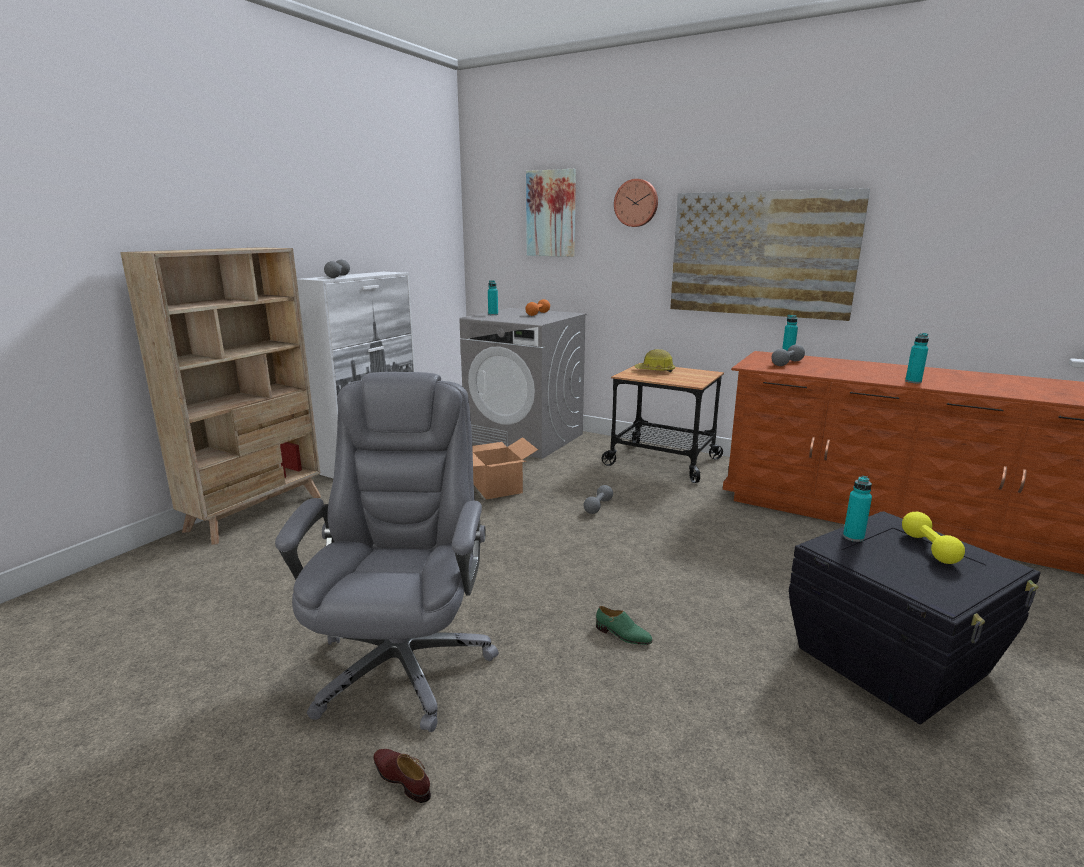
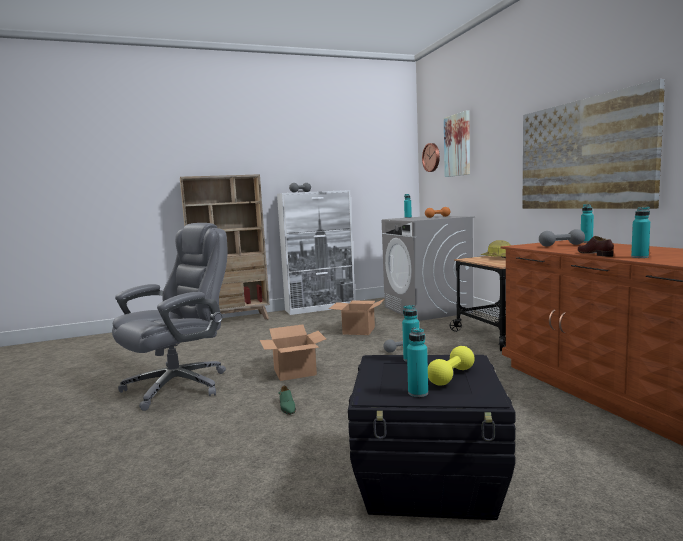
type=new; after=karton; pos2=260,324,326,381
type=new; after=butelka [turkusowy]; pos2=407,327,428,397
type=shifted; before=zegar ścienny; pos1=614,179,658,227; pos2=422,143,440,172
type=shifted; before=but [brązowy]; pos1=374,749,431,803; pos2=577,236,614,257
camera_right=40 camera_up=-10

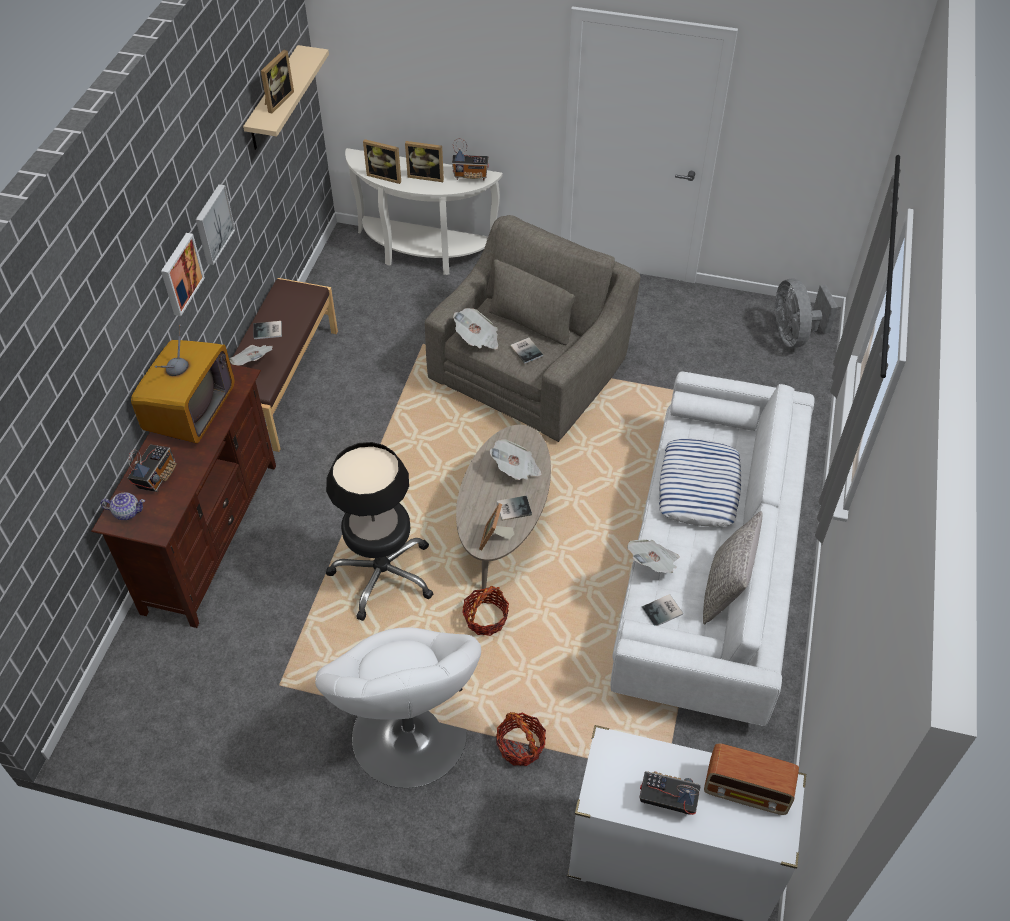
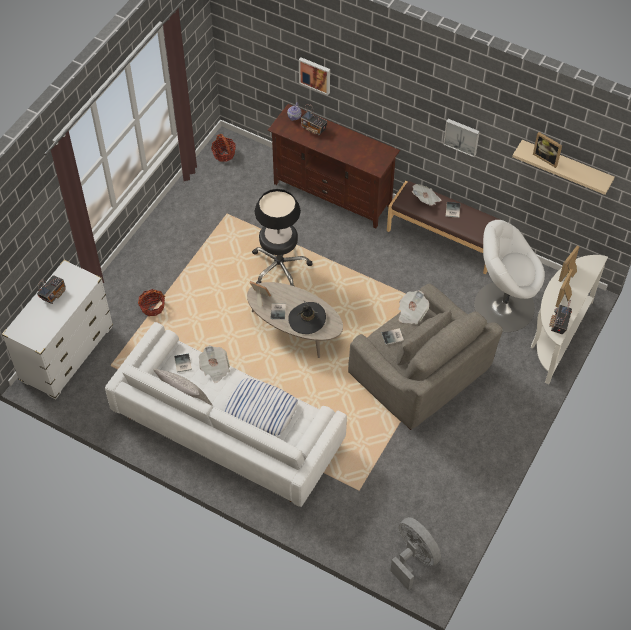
type=shifted; before=koszyk; pos1=462,586,509,636; pos2=211,134,236,162
type=swapped; before=gazeta; after=kapelusz [czarny]; pos1=489,439,542,480; pos2=288,301,326,334
type=shifted; before=obraz; pos1=161,233,205,316; pos2=299,58,330,95
type=rotated; before=wentylator [szary]; pos1=774,279,838,348; pos2=390,517,441,591; turn=45
type=shifted; before=fotel [biały]; pos1=315,627,481,788; pos2=474,220,545,332
type=gone; before=telewizor; pos1=131,325,235,443
type=gone; before=radio; pos1=704,743,799,815
camera_right=105 camera_up=5

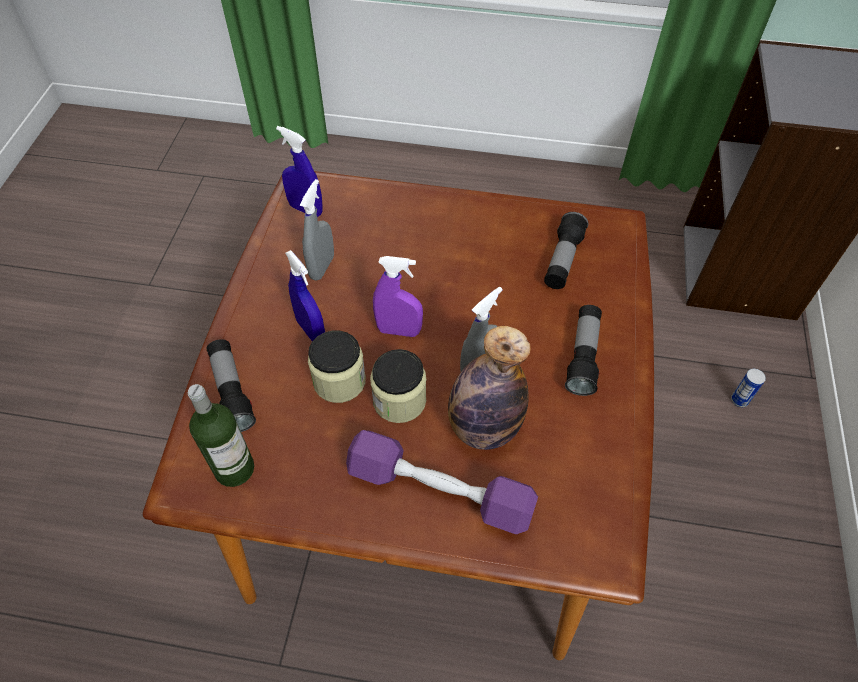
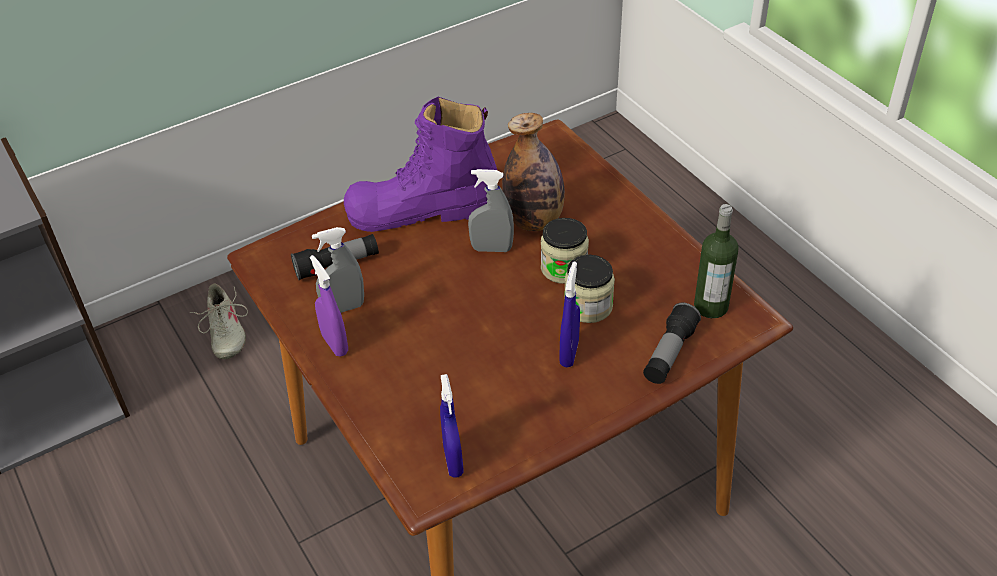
type=swapped; before=puszka; after=but [beżowy]; pos1=731,369,766,407; pos2=189,284,248,359
type=shifted; before=spryskiwacz [fioletowy]; pos1=373,256,423,337; pos2=310,255,348,357
type=shifted; before=spryskiwacz [szary]; pos1=300,179,334,280; pos2=312,227,364,313
type=swapped; before=latarka; after=but z cholewką [fioletowy]; pos1=565,305,602,396; pos2=344,97,497,232
type=gone; before=hantel [fioletowy]; pos1=346,430,538,534
camera_right=-130 camera_up=-10

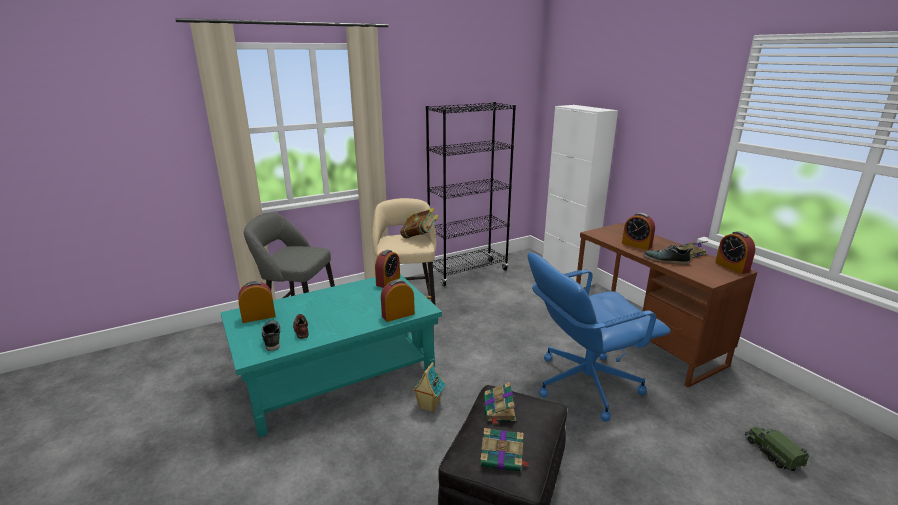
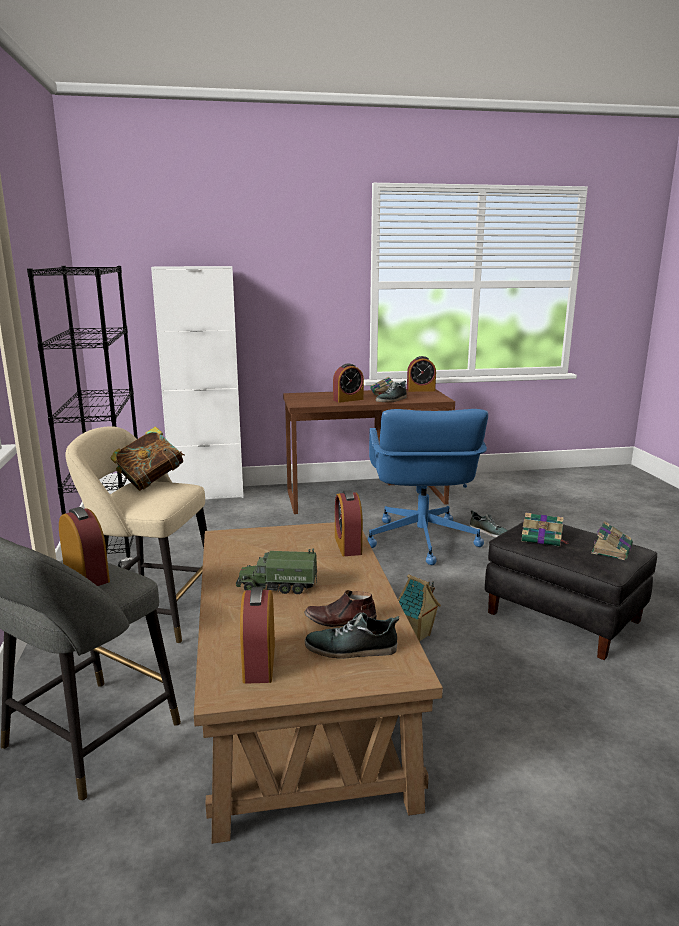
type=shifted; before=budzik; pos1=375,250,400,288; pos2=59,507,110,586
type=repainted; before=ława [turkusowy]; after=ława [brązowy]; pos1=220,274,442,438; pos2=194,522,443,844
type=shifted; before=ciężarówka zabawkowa; pos1=745,427,809,473; pos2=236,549,317,594
type=new; after=but; pos2=470,510,508,538
camera_right=-70 camera_up=-5

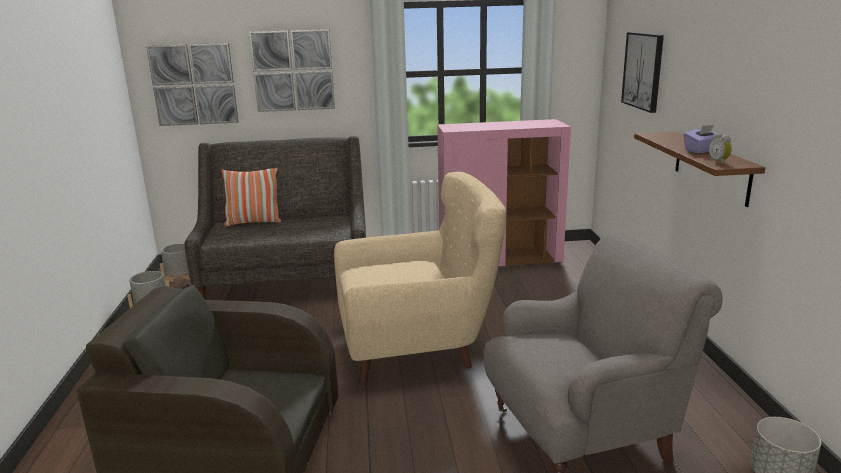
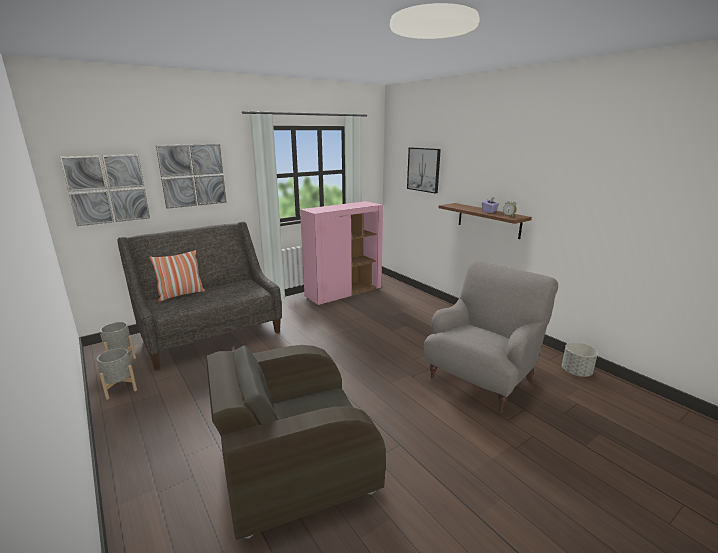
type=gone; before=fotel [beżowy]; pos1=334,172,506,383
camera_right=-30 camera_up=0

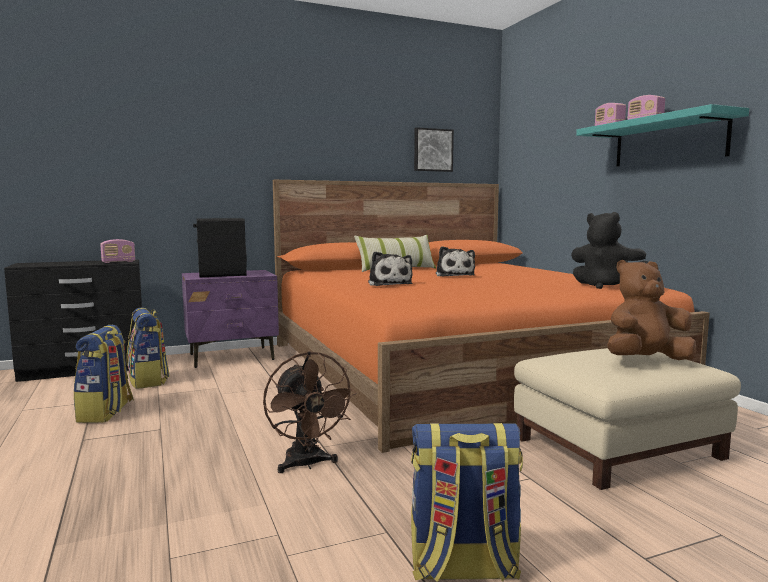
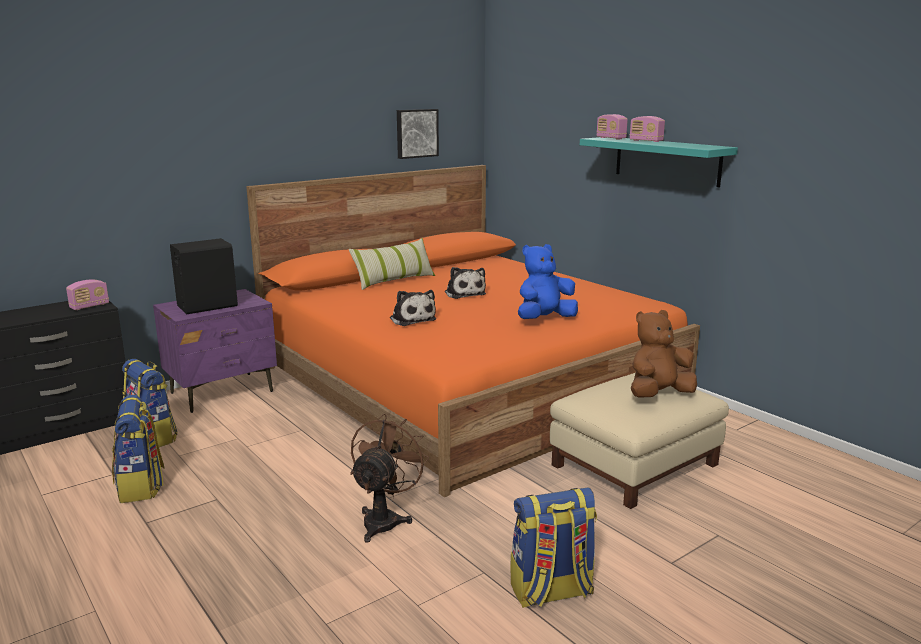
type=rotated; before=wentylator [brązowy]; pos1=263,351,357,473; pos2=350,414,429,543; turn=-120
type=new; after=pluszak [niebieski]; pos2=518,244,578,319
type=gone; before=pluszak [czarny]; pos1=571,212,648,289
camera_right=-15 camera_up=10

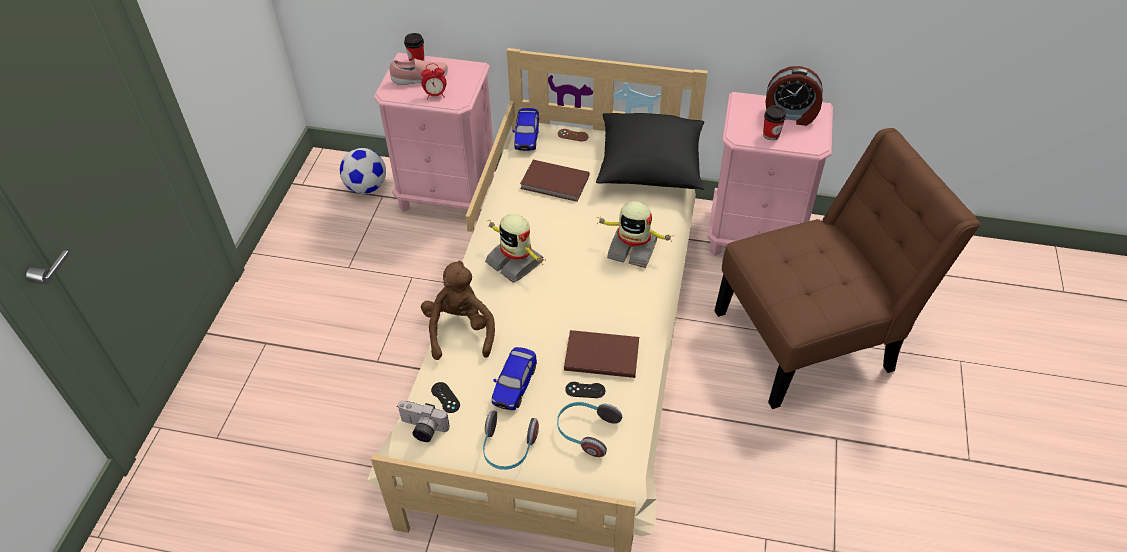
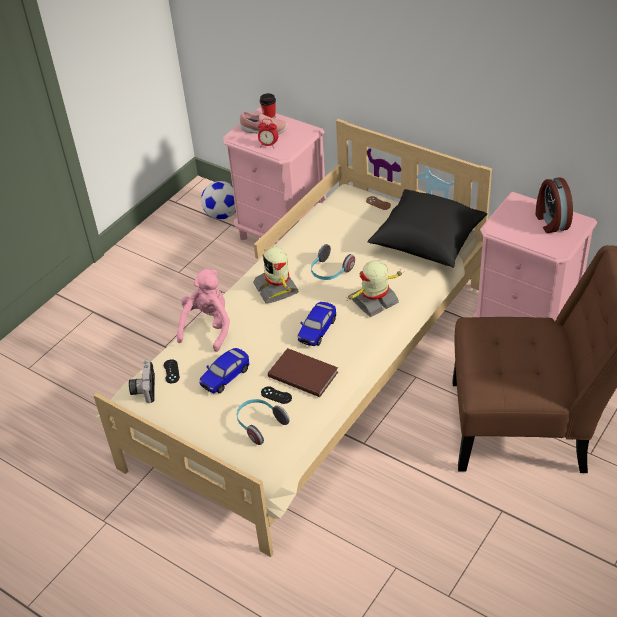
type=rotated; before=aparat fotograficzny; pos1=398,401,449,442; pos2=129,360,155,403; turn=45
type=repainted; before=pluszak [brązowy]; after=pluszak [różowy]; pos1=421,260,495,360; pos2=177,269,230,352
type=shifted; before=samochodzik; pos1=512,108,539,151; pos2=298,302,336,346
type=shifted; before=słuchawki; pos1=483,410,539,470; pos2=311,244,355,280
type=rotated; before=robot zabawkowy; pos1=596,201,674,268; pos2=345,260,403,317; turn=105
type=rotated; before=budzik; pos1=765,66,823,126; pos2=536,177,573,233; turn=45
type=gone; before=książka [brązowy]; pos1=520,160,589,202
type=gone; before=filiżanka; pos1=763,106,786,140
camera_right=25 camera_up=-5

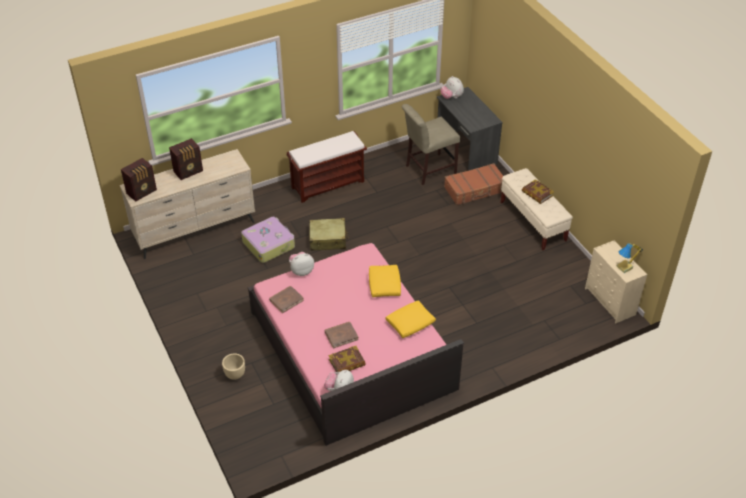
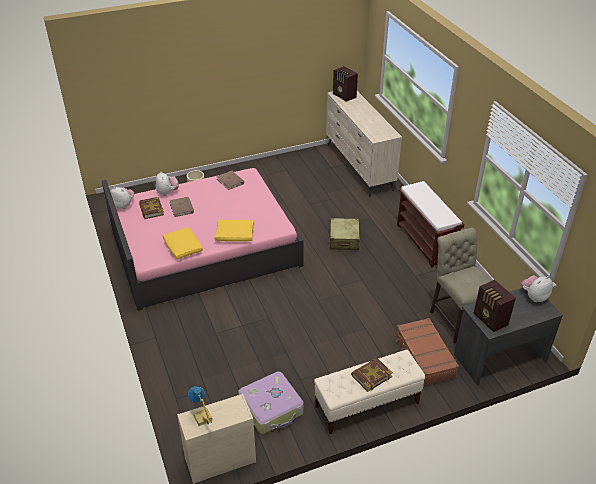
type=shifted; before=pluszak; pos1=289,252,314,276; pos2=156,171,179,196
type=shifted; before=walizka; pos1=241,217,295,263; pos2=238,371,303,434
type=shifted; before=radio; pos1=169,138,203,180; pos2=474,280,516,332
camera_right=95 camera_up=-5

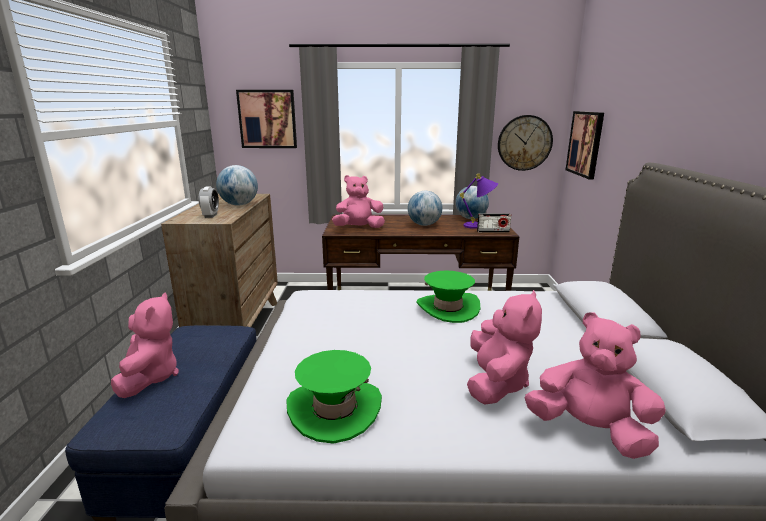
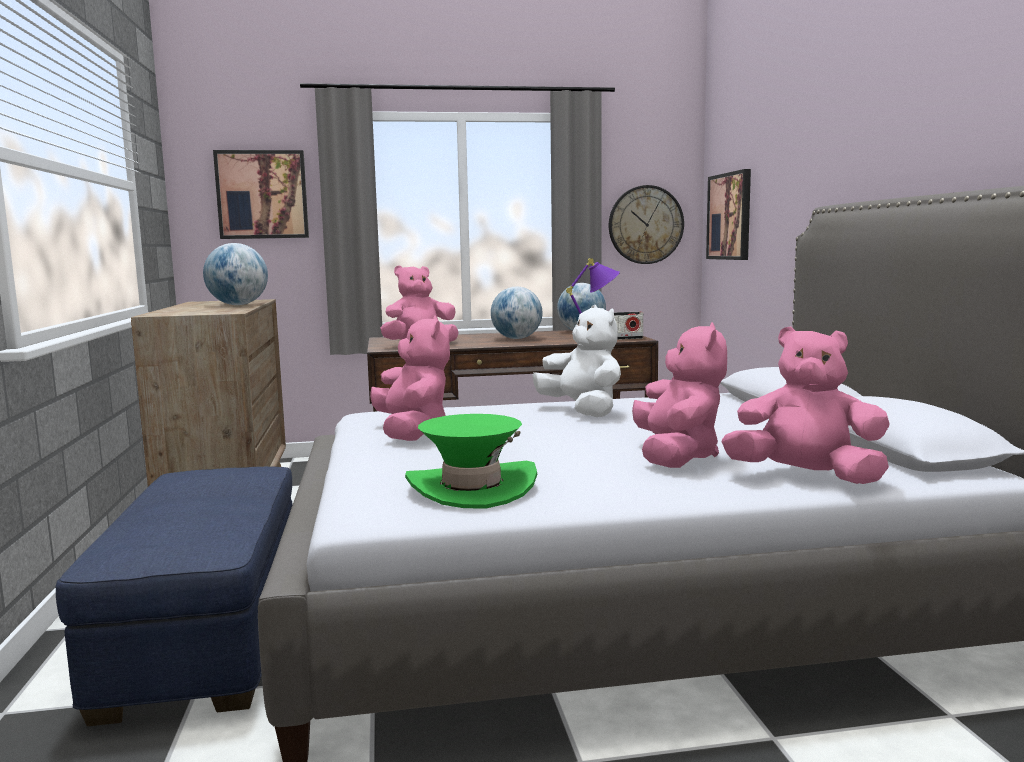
type=shifted; before=pluszak [różowy]; pos1=111,293,179,398; pos2=370,315,450,441
type=swapped; before=kapelusz [zielony]; after=pluszak [biały]; pos1=416,271,480,323; pos2=532,305,621,417
type=gone; before=budzik; pos1=199,186,219,218
camera_right=-10 camera_up=-10

